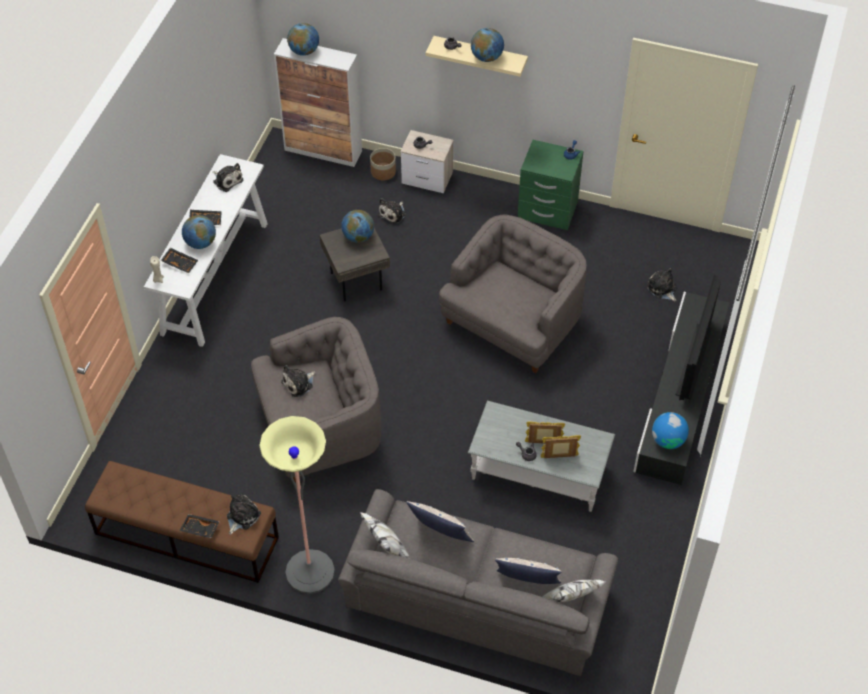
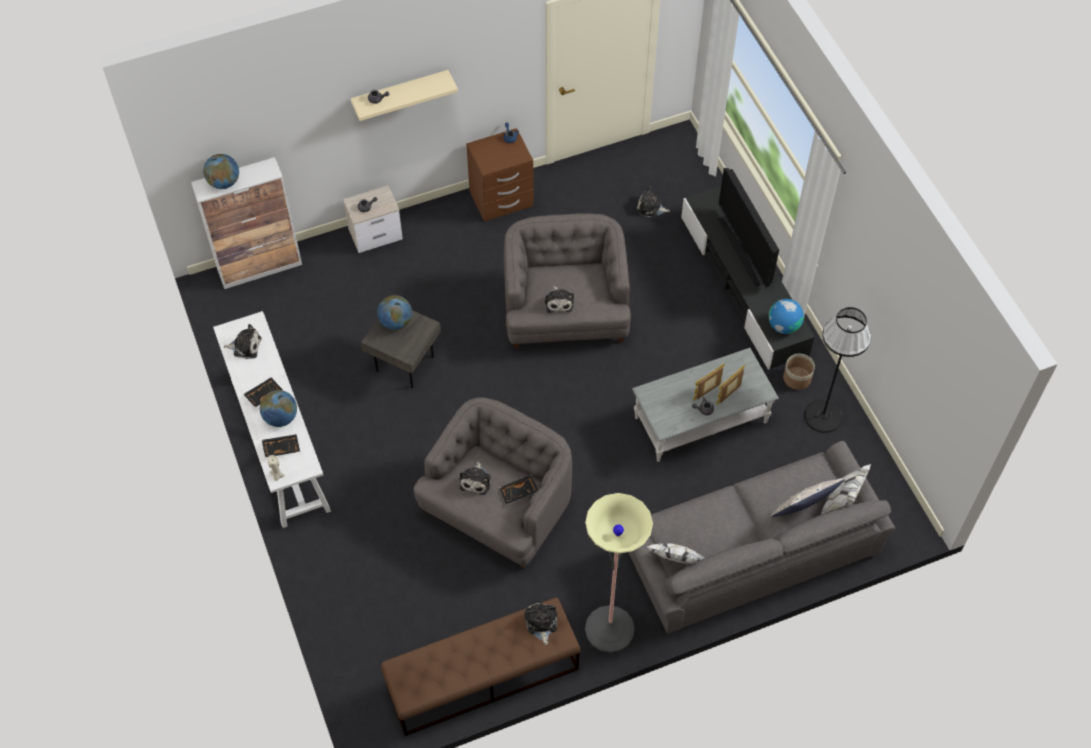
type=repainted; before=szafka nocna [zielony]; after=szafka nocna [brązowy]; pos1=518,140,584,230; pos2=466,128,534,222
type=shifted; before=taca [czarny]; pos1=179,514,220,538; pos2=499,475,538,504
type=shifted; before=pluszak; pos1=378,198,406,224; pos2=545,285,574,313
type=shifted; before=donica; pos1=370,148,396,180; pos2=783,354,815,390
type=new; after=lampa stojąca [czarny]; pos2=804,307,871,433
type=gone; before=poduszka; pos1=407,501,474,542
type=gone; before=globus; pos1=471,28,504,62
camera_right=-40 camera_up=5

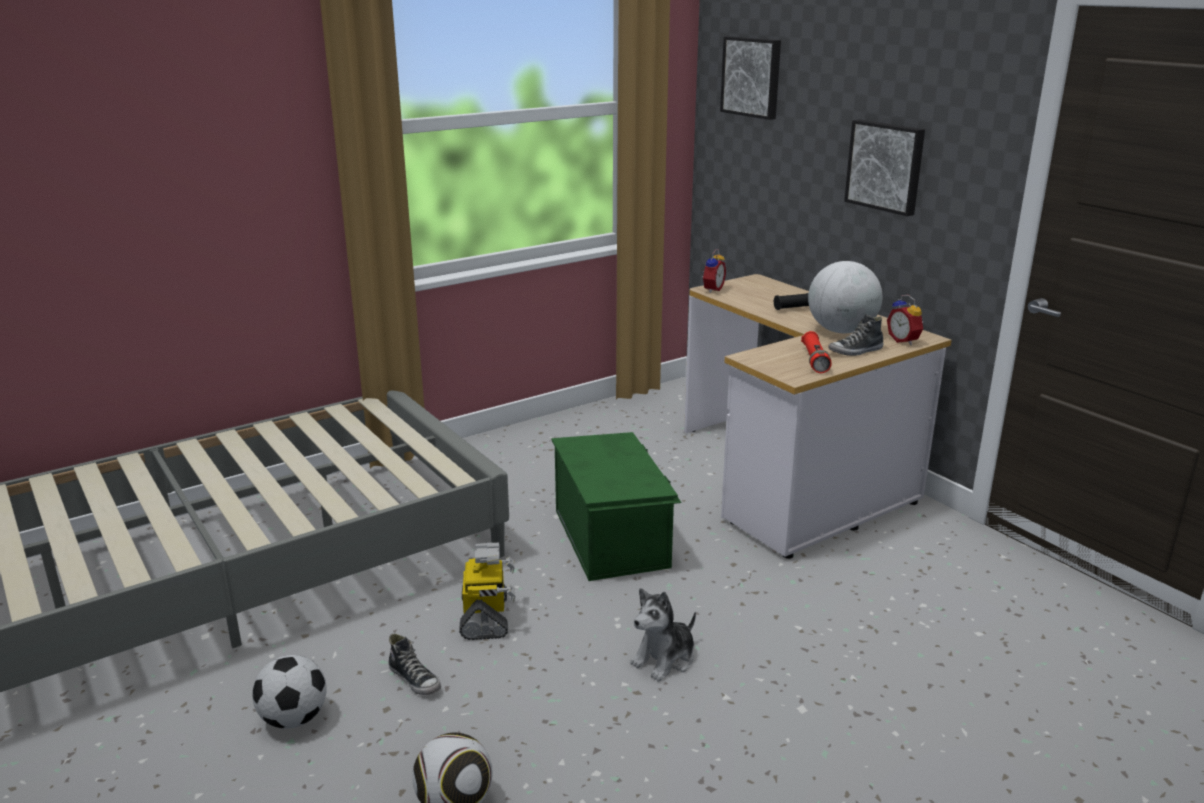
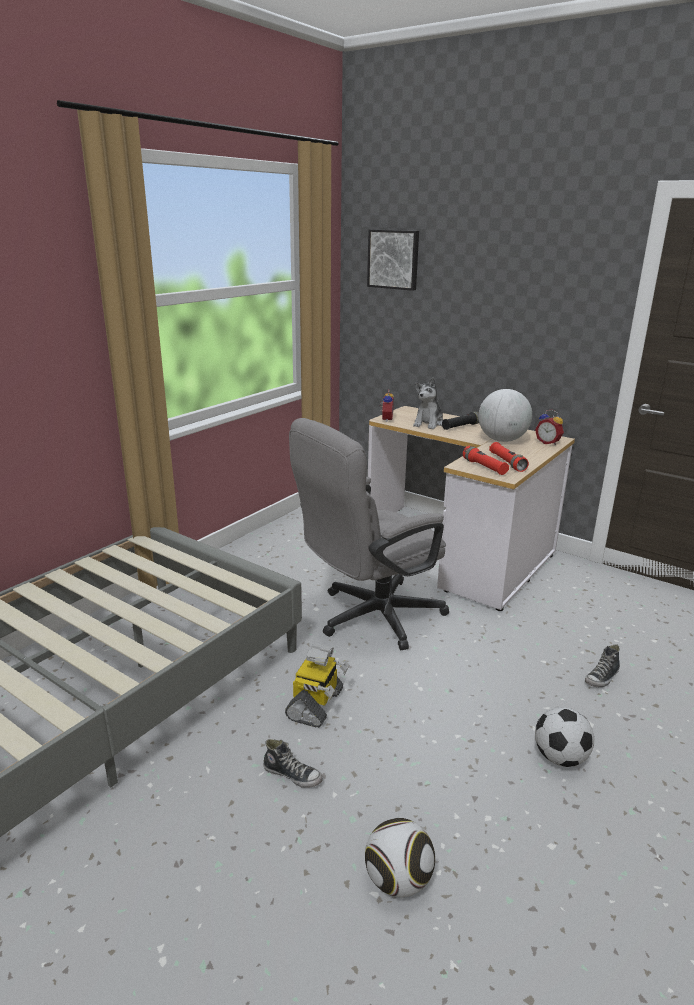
type=rotated; before=robot zabawkowy; pos1=459,543,516,640; pos2=285,643,349,728; turn=45
type=swapped; before=pojemnik do przechowywania [zielony]; after=krzesło biurowe [szary]; pos1=552,432,682,581; pos2=289,418,449,650
type=shifted; before=pluszak; pos1=630,588,696,682; pos2=413,378,443,429
type=new; after=latarka [czerwony]; pos2=463,446,509,475
type=shifted; before=piłka futbolowa; pos1=252,655,327,729; pos2=535,707,594,767
type=shifted; before=but; pos1=829,314,884,356; pos2=585,644,620,687
type=gone; before=obraz; pos1=844,120,925,216
camera_right=-20 camera_up=0

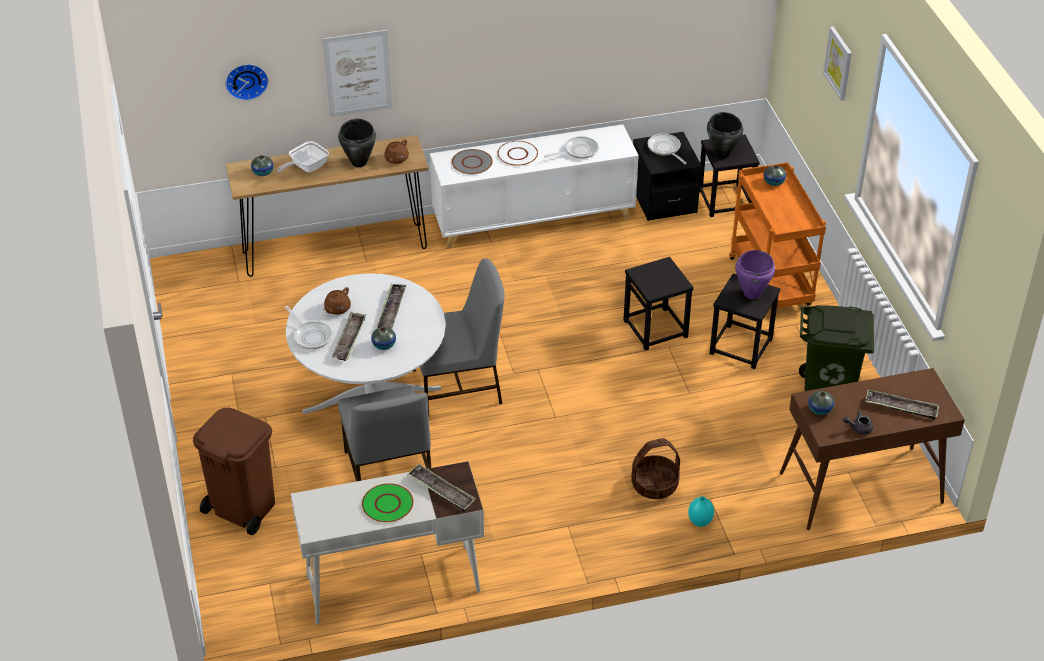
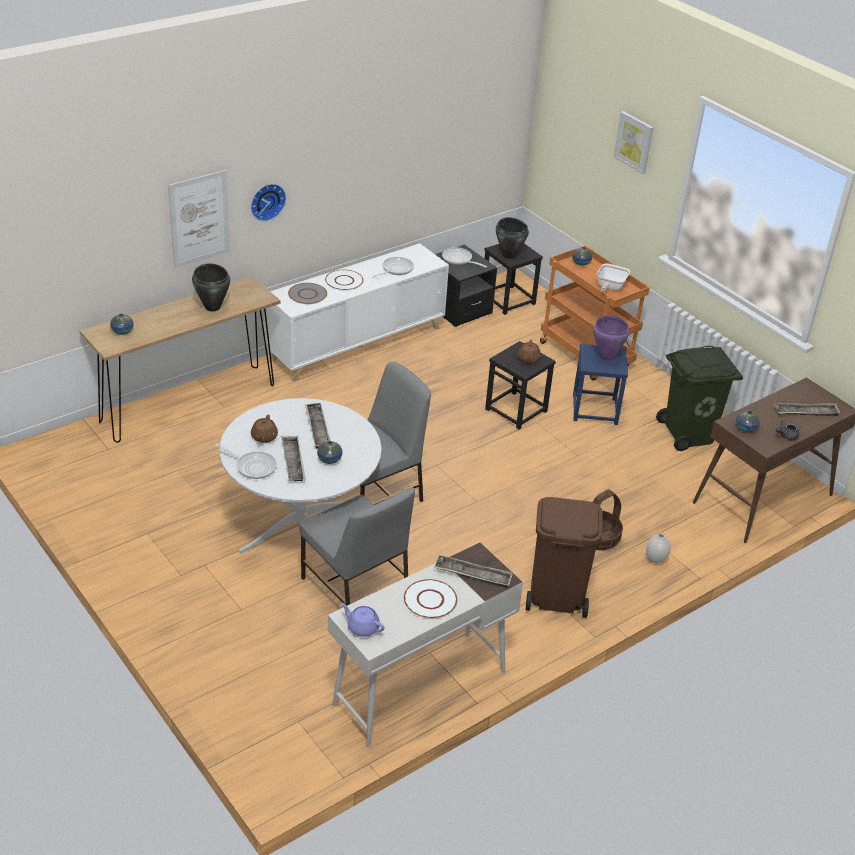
type=shifted; before=zegar ścienny; pos1=225,64,269,101; pos2=251,184,286,222
type=new; after=imbryk [fioletowy]; pos2=341,603,385,637
type=repainted; before=talerz [zielony]; after=talerz [biały]; pos1=362,483,413,522; pos2=404,579,457,618
type=shifted; before=imbryk [brązowy]; pos1=384,140,409,164; pos2=518,340,541,363
type=shifted; before=kosz na śmieci [brązowy]; pos1=193,408,275,535; pos2=526,497,602,618
type=repainted; before=stołek [czarny]; after=stołek [niebieski]; pos1=710,273,780,369; pos2=573,344,628,425
type=shifted; before=patelnia; pos1=277,141,329,173; pos2=597,263,630,292
type=repainted; before=wazon [turkusowy]; after=wazon [biały]; pos1=688,496,714,527; pos2=646,533,671,563
camera_right=-25 camera_up=-5

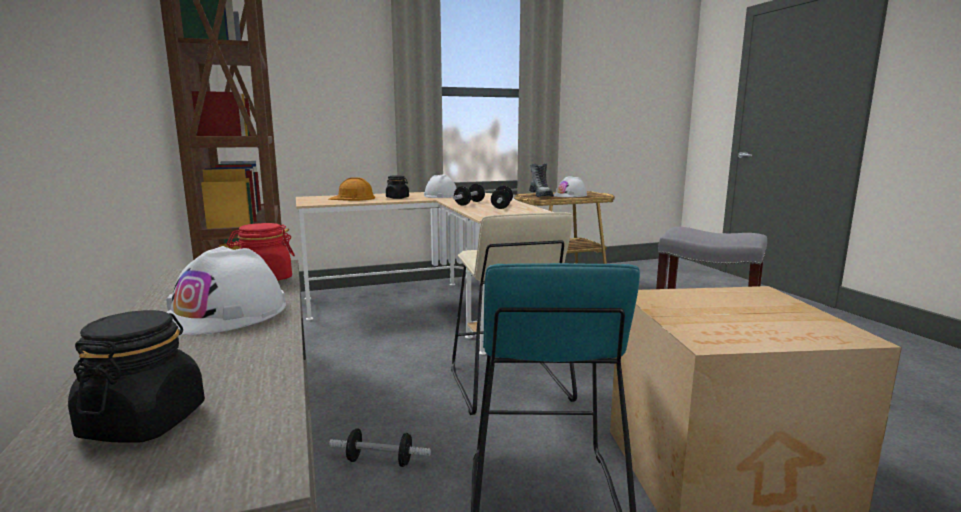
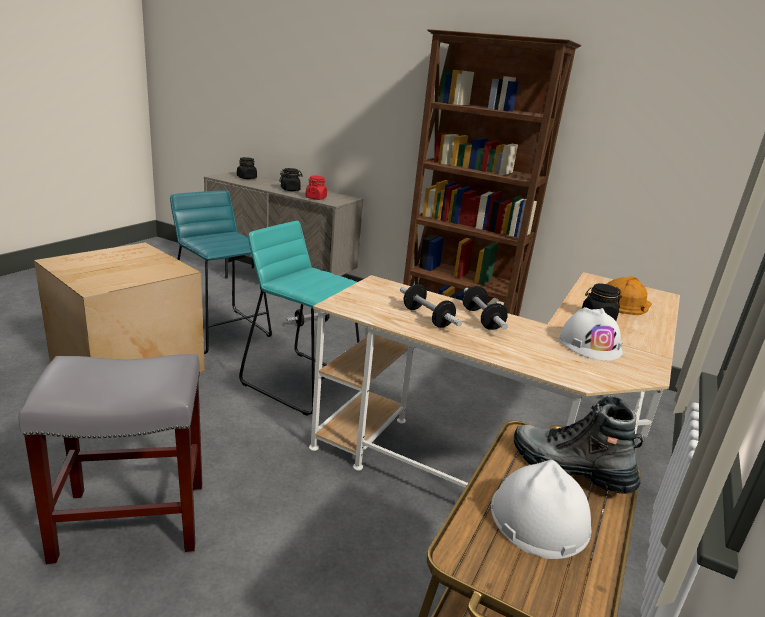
type=repainted; before=stołek [beżowy]; after=stołek [turkusowy]; pos1=451,212,577,415; pos2=239,221,360,416
type=swapped; before=kask [biały]; after=słoik [czarny]; pos1=166,246,286,335; pos2=279,168,303,191
camera_right=135 camera_up=10

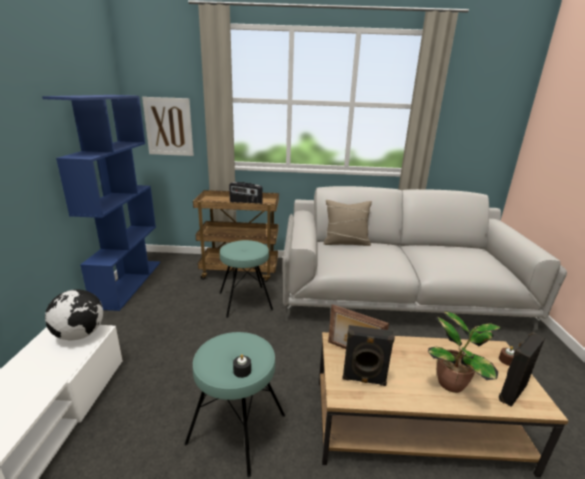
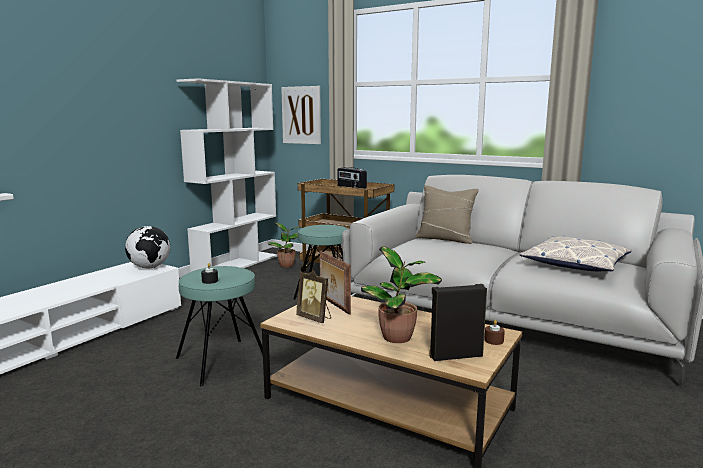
type=repainted; before=regał [niebieski]; after=regał [biały]; pos1=42,95,160,311; pos2=177,78,277,272
type=new; after=roślina doniczkowa; pos2=267,223,299,267
type=swapped; before=głośnik [czarny]; after=ramka na zdjęcie; pos1=342,325,395,386; pos2=296,270,331,323
type=new; after=poduszka; pos2=519,236,632,271
camera_right=30 camera_up=-10

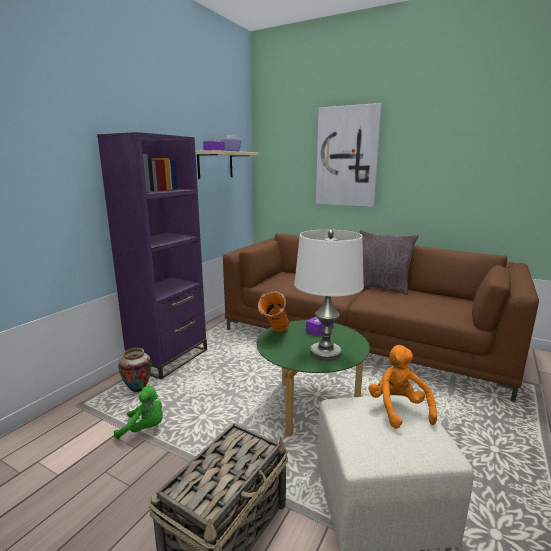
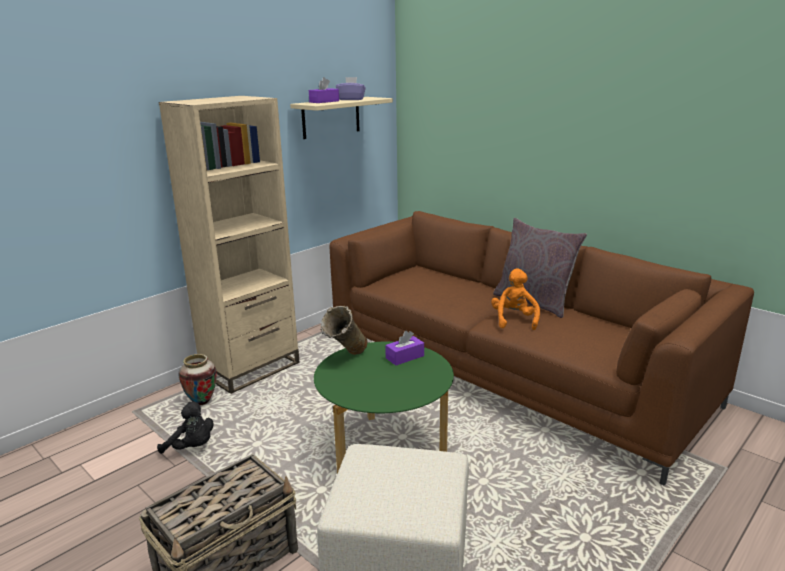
type=repainted; before=pluszak [zielony]; after=pluszak [czarny]; pos1=114,386,163,439; pos2=157,401,214,454
type=repainted; before=regał [fioletowy]; after=regał [beżowy]; pos1=97,132,207,379; pos2=159,96,300,394
type=repainted; before=wazon [pomarańczowy]; after=wazon [beżowy]; pos1=258,291,289,332; pos2=320,306,368,355
type=shifted; before=pluszak [pomarańczowy]; pos1=369,345,437,429; pos2=491,268,540,330
type=gone; before=lampa stołowa [biały]; pos1=294,230,364,361
type=gone; before=obraz; pos1=316,103,382,207
camera_right=15 camera_up=5

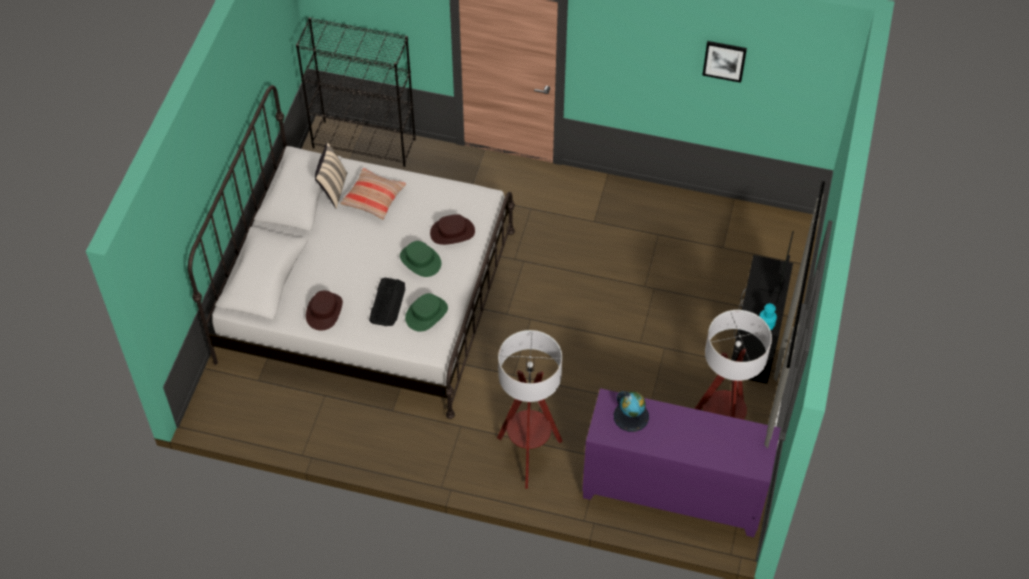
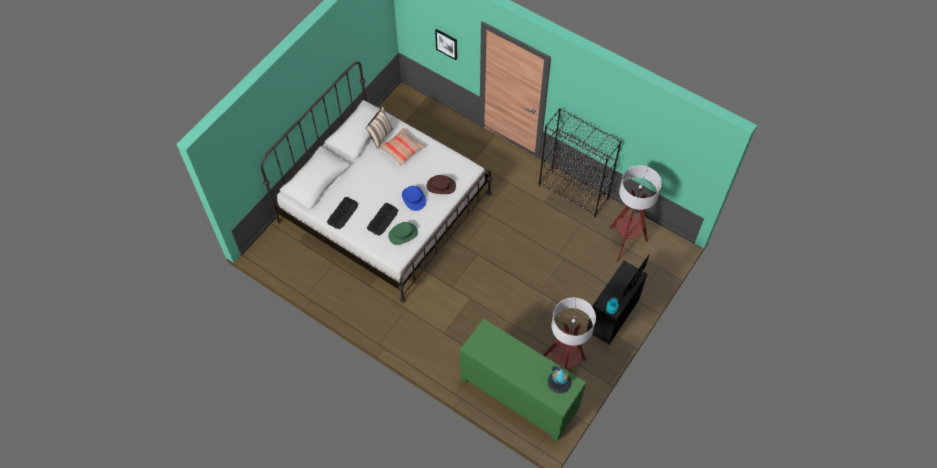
type=swapped; before=kapelusz [brązowy]; after=klawiatura; pos1=306,291,343,330; pos2=327,197,358,229
type=repainted; before=kapelusz [zielony]; after=kapelusz [niebieski]; pos1=400,241,441,277; pos2=402,186,426,211
type=shifted; before=obraz; pos1=702,41,747,83; pos2=435,29,457,60
type=repainted; before=szafka [fioletowy]; after=szafka [zielony]; pos1=582,388,781,537; pos2=460,319,586,442
type=shifted; before=regał [czarny]; pos1=296,17,416,167; pos2=539,108,622,217
type=shifted; before=globus; pos1=614,391,649,432; pos2=548,365,572,393
type=shifted; before=lampa stojąca; pos1=497,330,563,489; pos2=609,165,662,262
camera_right=20 camera_up=5

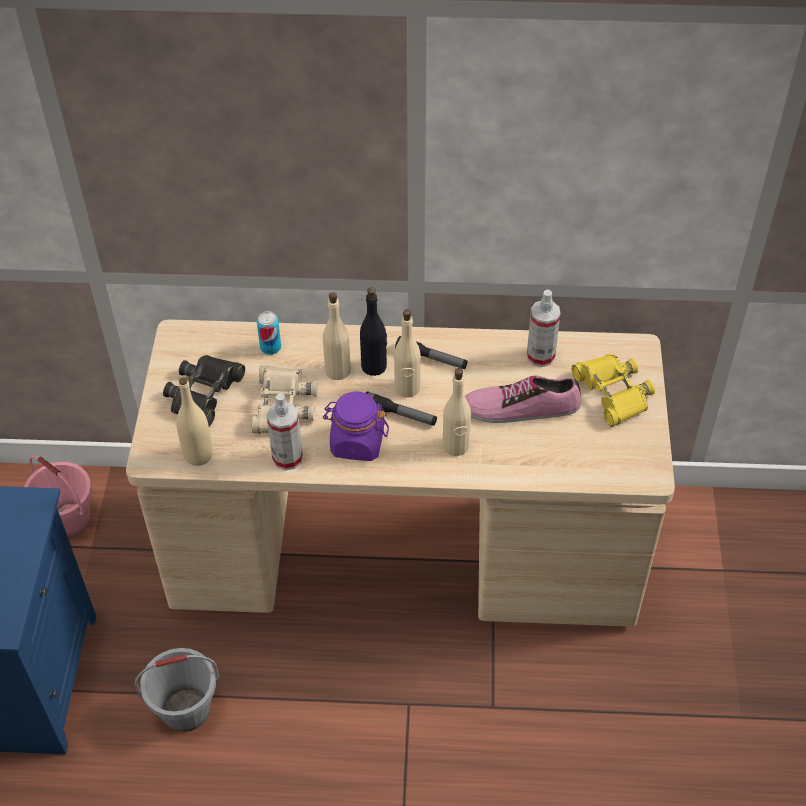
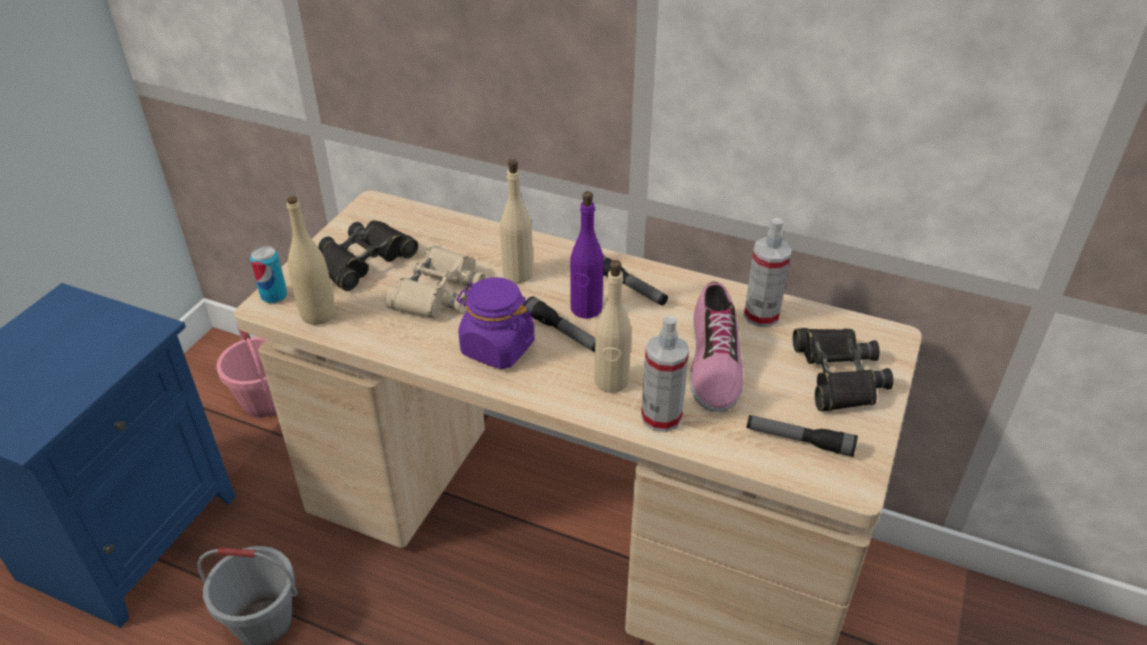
type=shifted; before=puszka; pos1=257,311,281,355; pos2=250,246,287,304
type=repainted; before=butelka [beżowy]; after=butelka [fioletowy]; pos1=394,309,421,398; pos2=570,191,604,319
type=shifted; before=spryskiwacz; pos1=267,393,303,470; pos2=641,316,689,432
type=rotated; before=but; pos1=465,376,582,423; pos2=690,282,743,412; turn=-105
type=new; after=latarka; pos2=746,415,858,457
type=repainted; before=lornetka [żółty]; after=lornetka [czarny]; pos1=571,354,655,427; pos2=793,328,894,411
type=gone; before=butelka [czarny]; pos1=360,287,387,376
camera_right=20 camera_up=-10

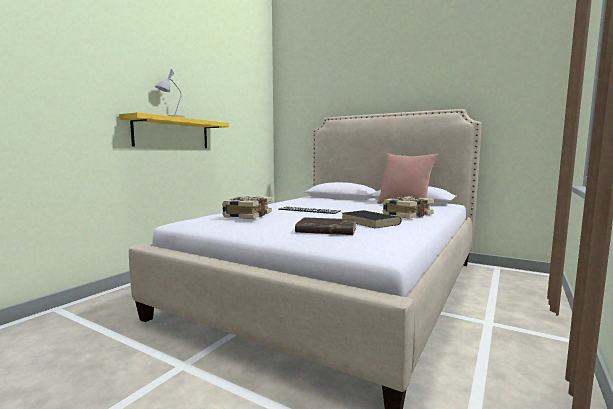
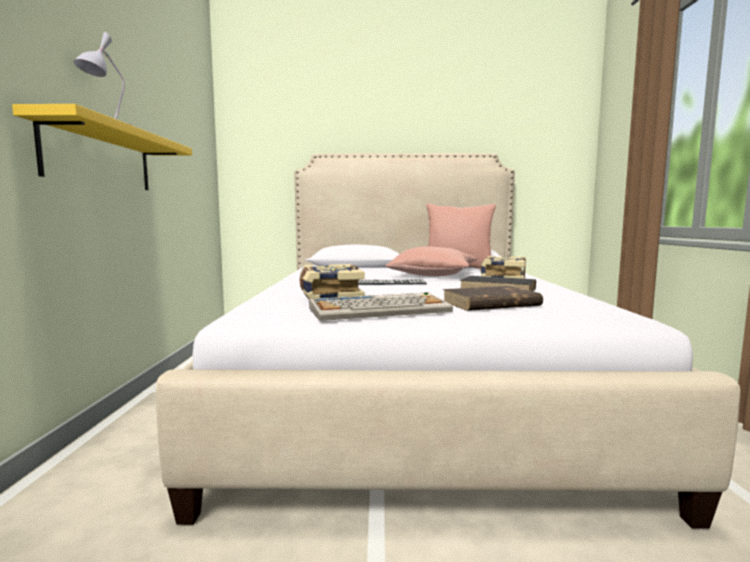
type=new; after=klawiatura; pos2=309,292,453,321
type=new; after=poduszka [różowy]; pos2=385,246,477,276
camera_right=-30 camera_up=0

